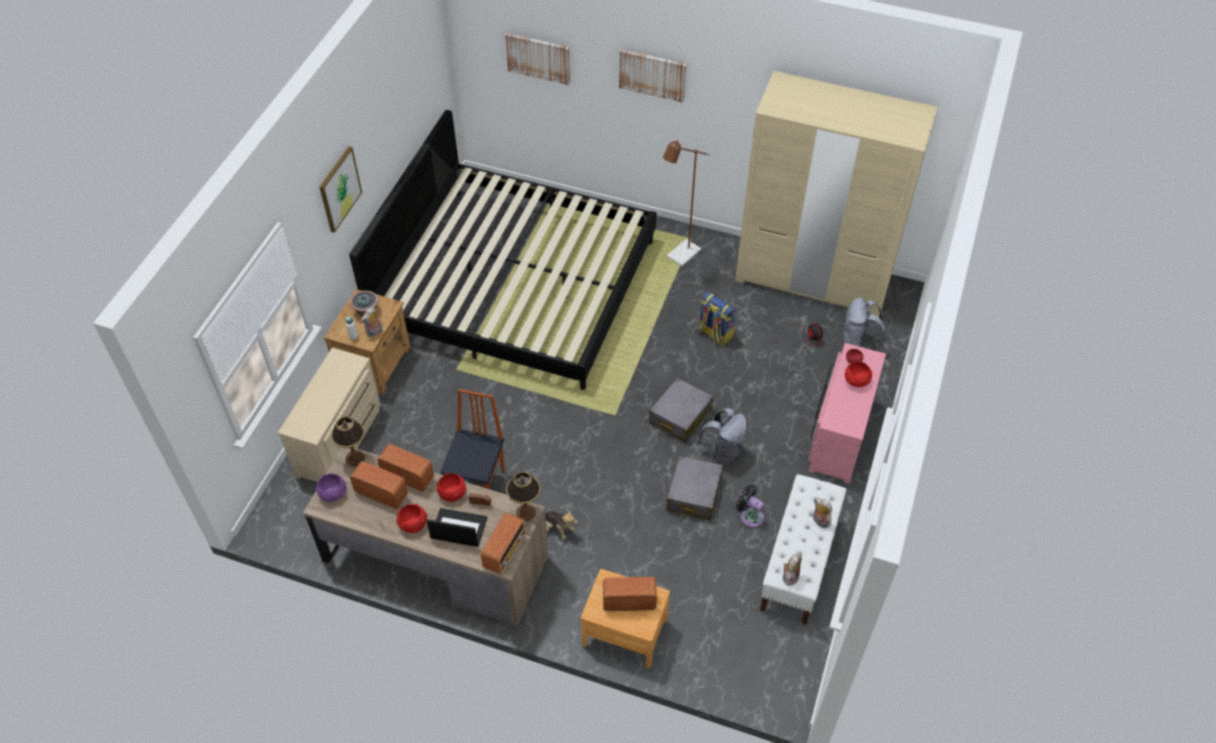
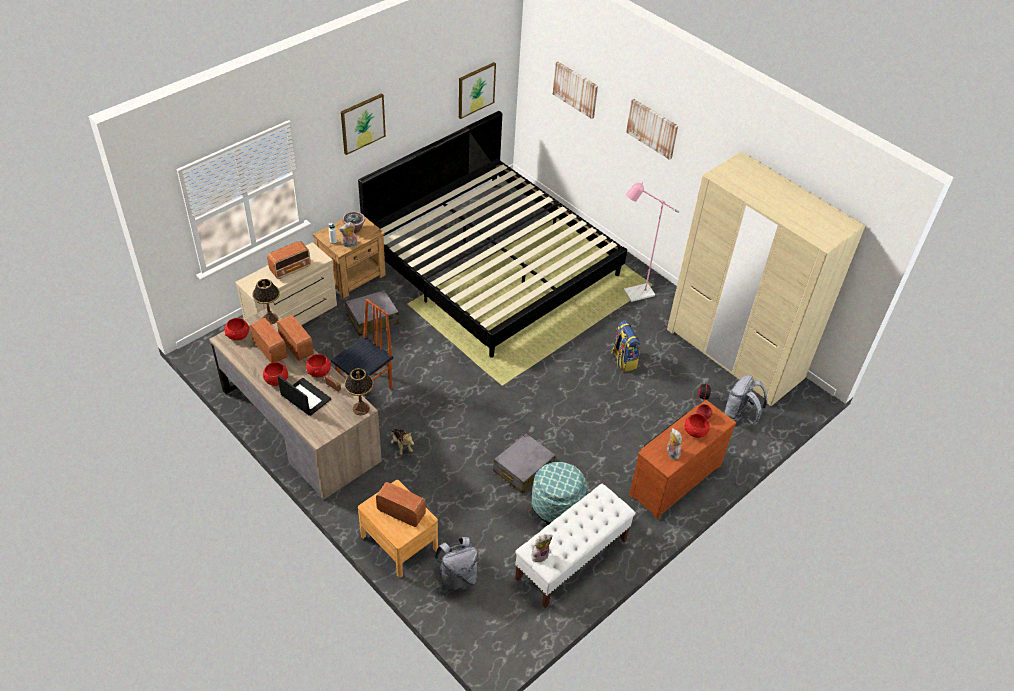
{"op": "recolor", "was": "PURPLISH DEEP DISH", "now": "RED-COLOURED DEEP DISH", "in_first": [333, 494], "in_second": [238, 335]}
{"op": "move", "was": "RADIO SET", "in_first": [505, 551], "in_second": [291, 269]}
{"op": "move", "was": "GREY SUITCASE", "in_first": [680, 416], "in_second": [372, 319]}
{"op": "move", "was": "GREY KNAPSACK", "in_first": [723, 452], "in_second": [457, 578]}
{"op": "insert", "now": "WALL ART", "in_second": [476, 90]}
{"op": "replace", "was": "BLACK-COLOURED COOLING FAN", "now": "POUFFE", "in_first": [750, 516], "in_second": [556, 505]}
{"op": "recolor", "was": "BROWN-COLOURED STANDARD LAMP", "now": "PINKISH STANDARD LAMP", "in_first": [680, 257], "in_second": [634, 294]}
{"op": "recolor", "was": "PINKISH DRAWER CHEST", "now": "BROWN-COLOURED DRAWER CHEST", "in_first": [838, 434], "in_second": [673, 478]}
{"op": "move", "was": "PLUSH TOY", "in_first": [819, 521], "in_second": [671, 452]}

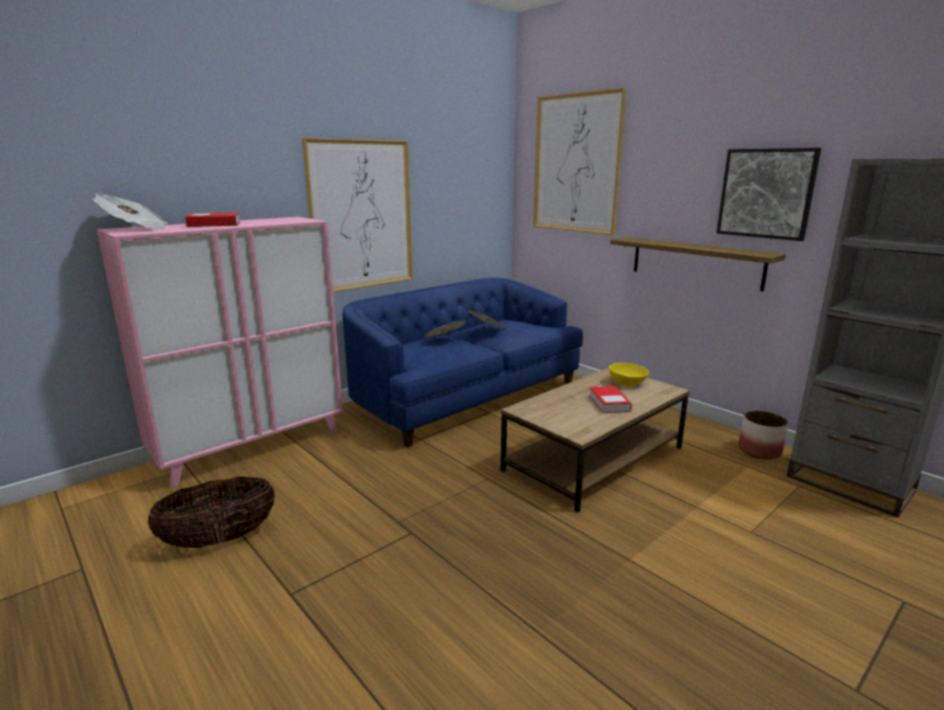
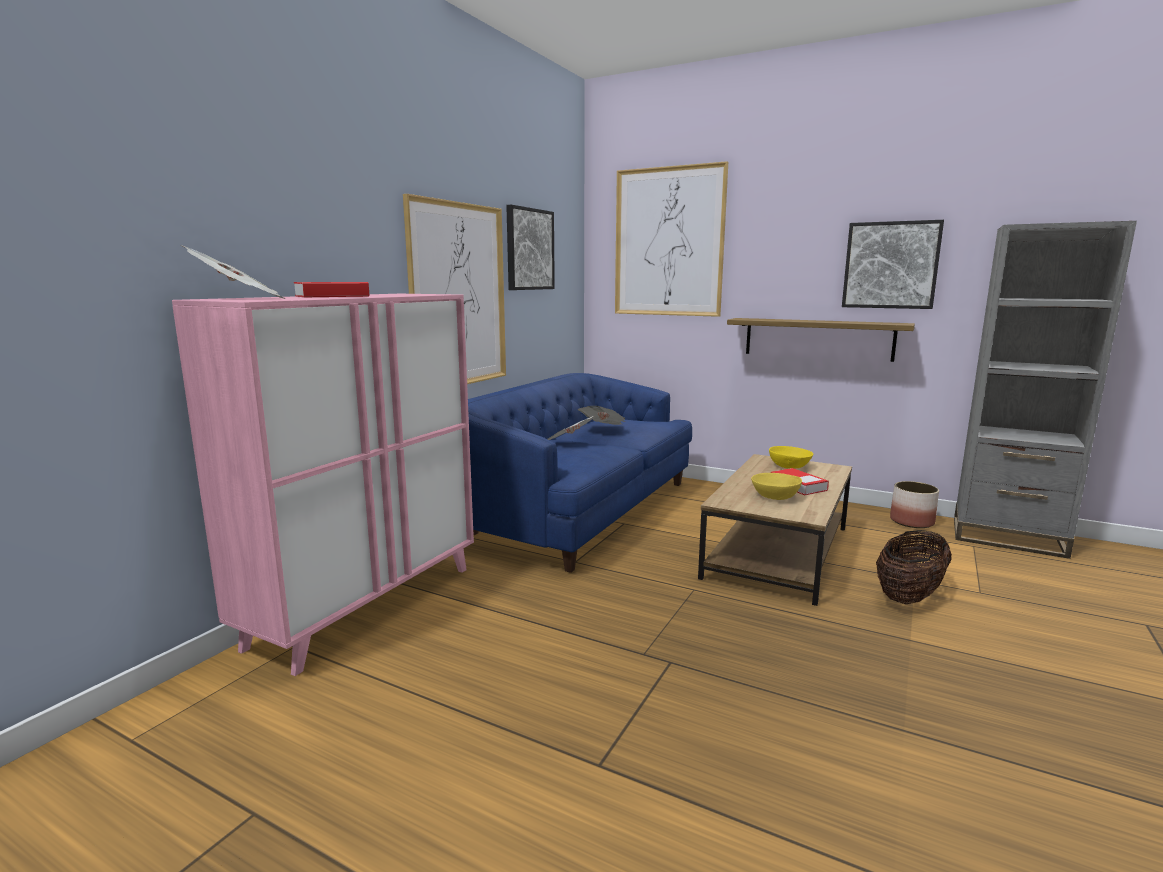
{"op": "insert", "now": "WALL ART", "in_second": [529, 249]}
{"op": "insert", "now": "YELLOWISH DEEP DISH", "in_second": [774, 496]}
{"op": "move", "was": "BASKET", "in_first": [219, 539], "in_second": [909, 595]}

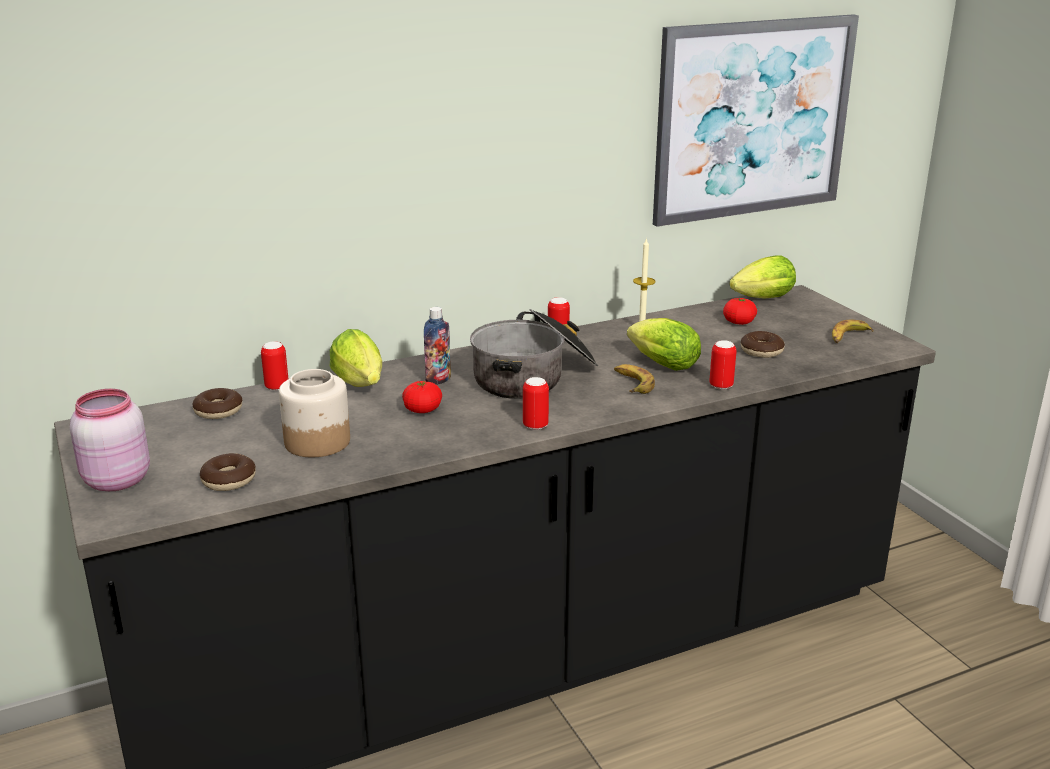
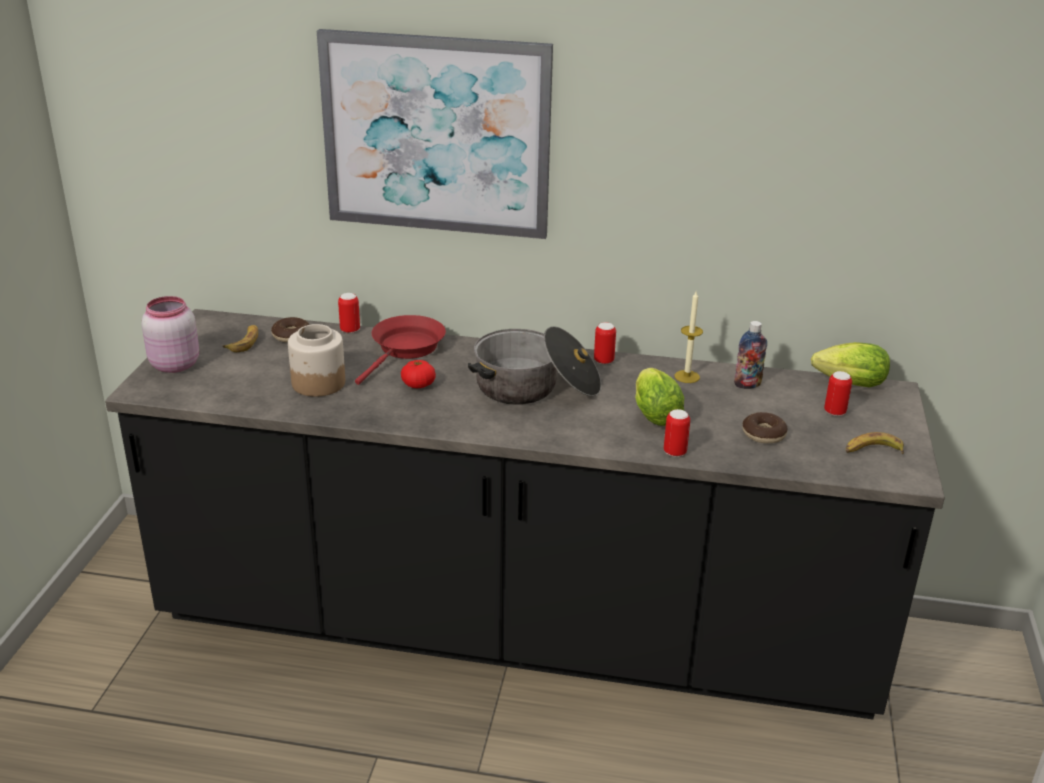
{"op": "move", "was": "BANANA FRUIT", "in_first": [632, 383], "in_second": [244, 342]}
{"op": "move", "was": "WALL ART", "in_first": [753, 119], "in_second": [436, 135]}
{"op": "replace", "was": "LETTUCE", "now": "RED-COLOURED FRYING PAN", "in_first": [361, 385], "in_second": [405, 349]}
{"op": "move", "was": "BEVERAGE BOTTLE", "in_first": [438, 380], "in_second": [747, 384]}
{"op": "move", "was": "CAN", "in_first": [535, 426], "in_second": [834, 412]}
{"op": "delete", "was": "DOUGHNUT", "in_first": [229, 480]}
{"op": "delete", "was": "FRESH TOMATO", "in_first": [739, 322]}

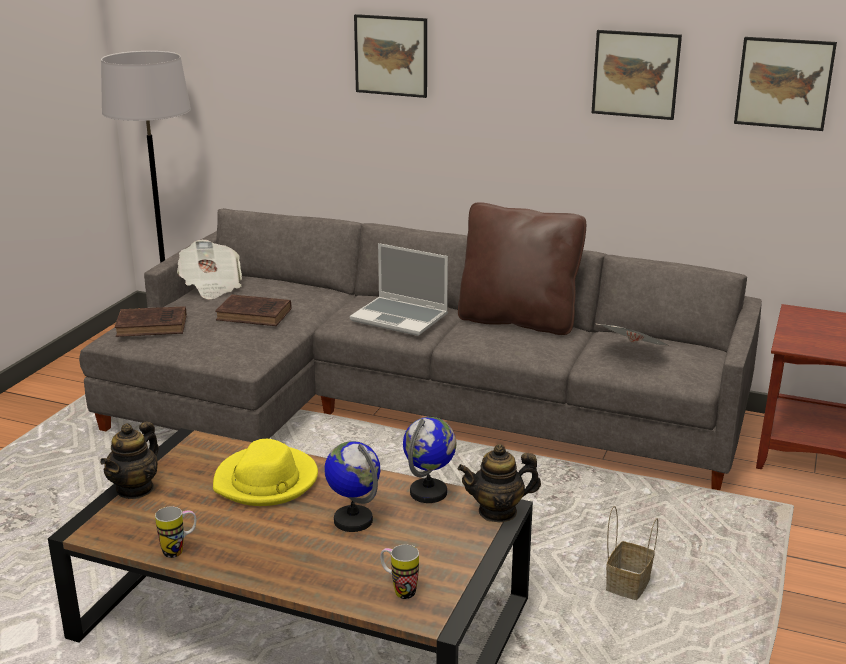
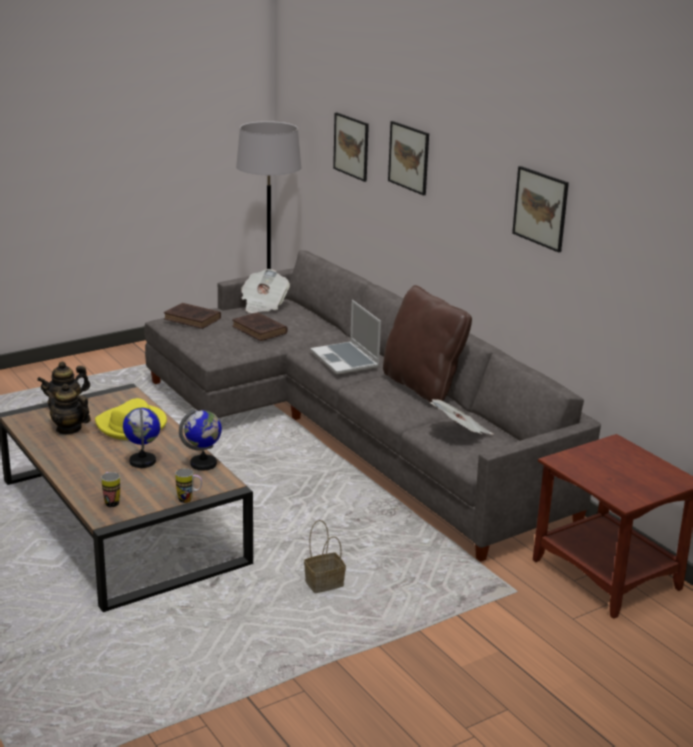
{"op": "move", "was": "POT FOR TEA", "in_first": [498, 511], "in_second": [69, 429]}
{"op": "move", "was": "TEA MUG", "in_first": [179, 550], "in_second": [189, 500]}
{"op": "move", "was": "WALL ART", "in_first": [784, 83], "in_second": [351, 146]}

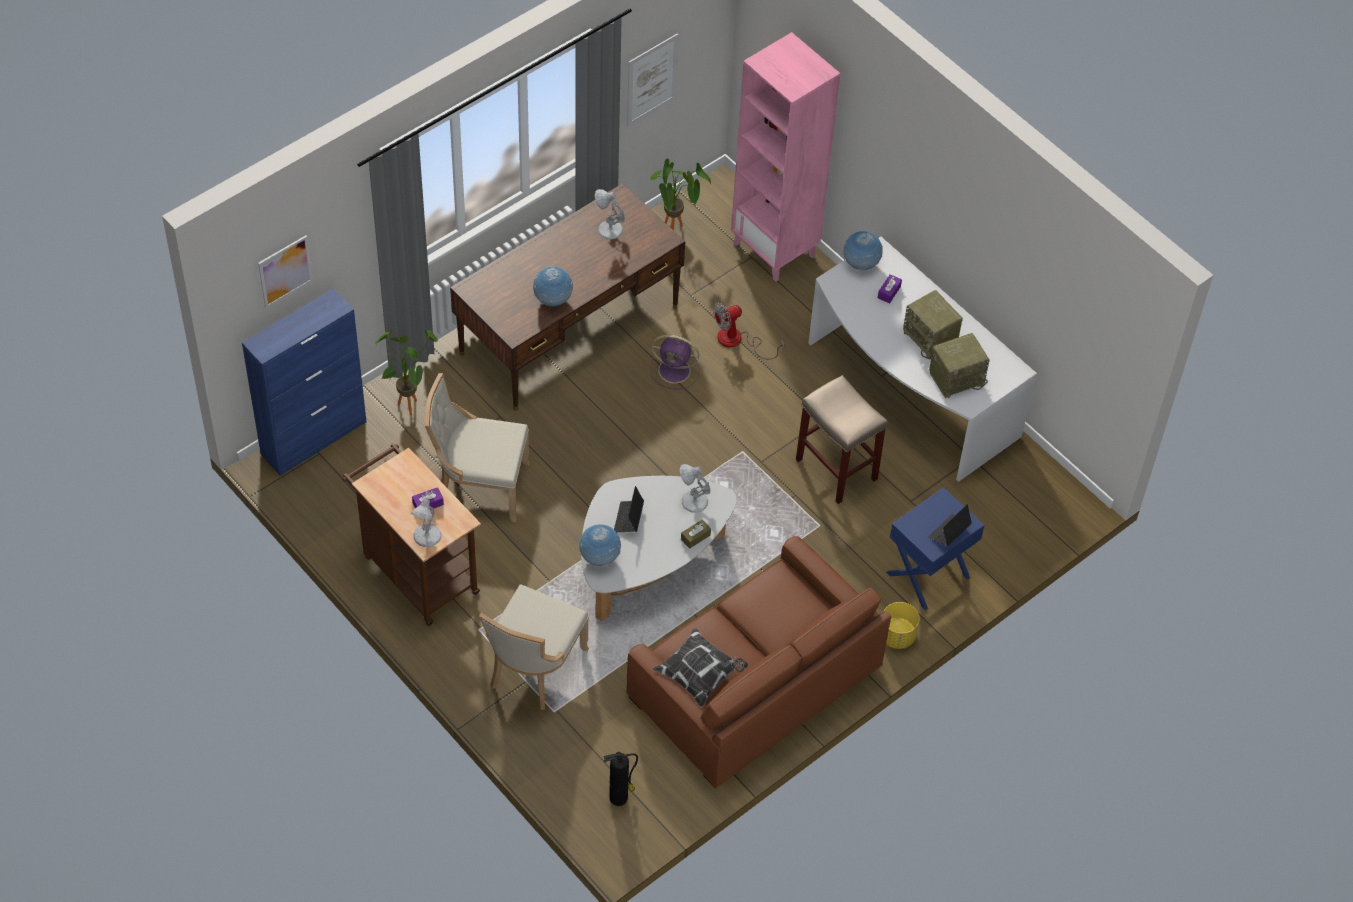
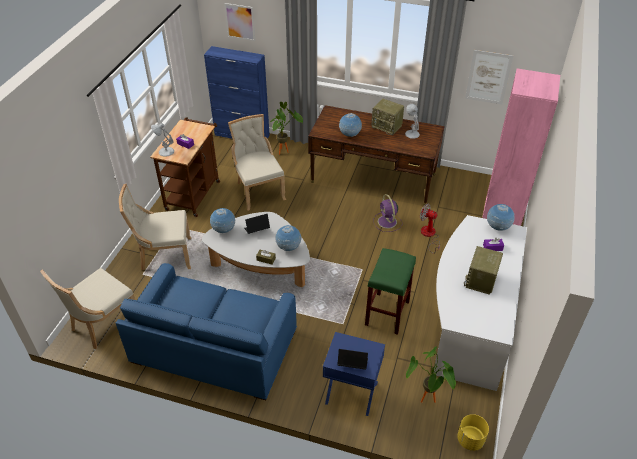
{"op": "replace", "was": "EXTINGUISHER", "now": "SAND-COLOURED UPRIGHT CHAIR", "in_first": [619, 797], "in_second": [102, 324]}
{"op": "recolor", "was": "BROWN-COLOURED COUCH", "now": "BLUE COUCH", "in_first": [754, 683], "in_second": [213, 346]}
{"op": "replace", "was": "WHITE TABLETOP LAMP", "now": "DESK GLOBE", "in_first": [693, 501], "in_second": [288, 248]}
{"op": "recolor", "was": "SAND-COLOURED STOOL", "now": "GREEN-COLOURED STOOL", "in_first": [835, 469], "in_second": [387, 312]}
{"op": "move", "was": "RADIO SET", "in_first": [956, 378], "in_second": [387, 126]}
{"op": "move", "was": "PLANT IN A POT", "in_first": [676, 231], "in_second": [427, 402]}
{"op": "move", "was": "YELLOWISH FLOWER POT", "in_first": [897, 636], "in_second": [470, 440]}
{"op": "delete", "was": "PILLOW", "in_first": [700, 675]}

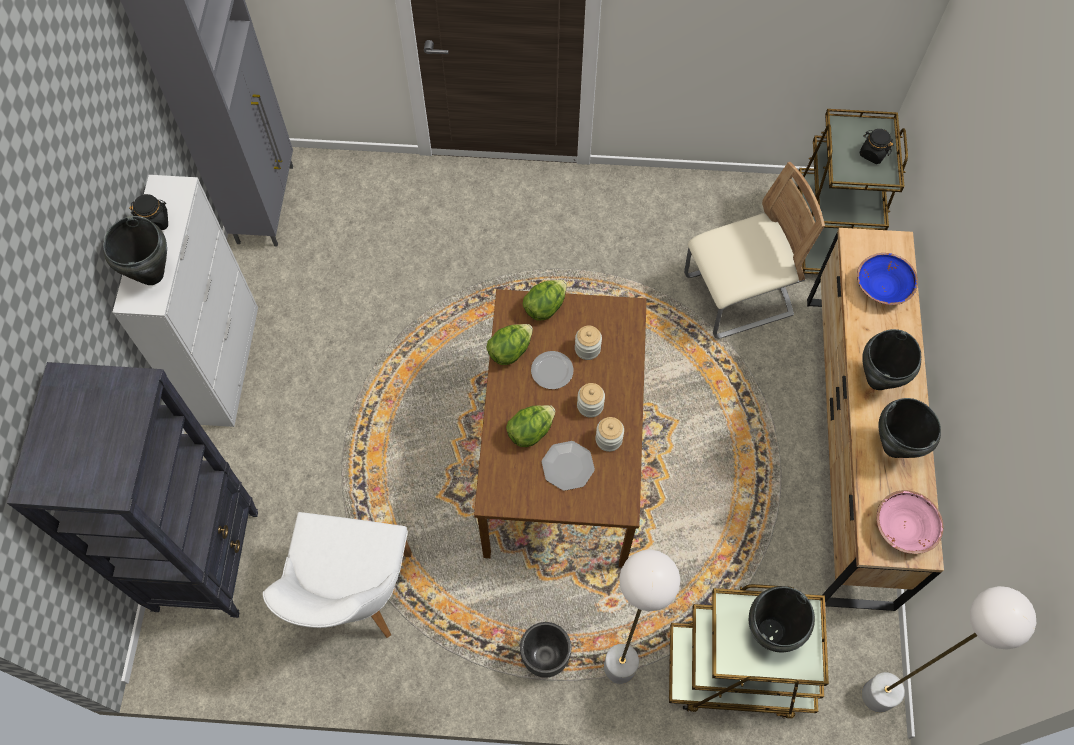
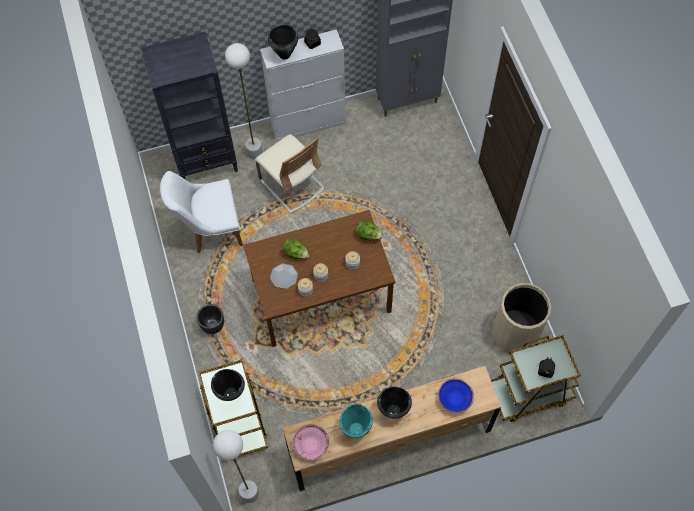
{"op": "move", "was": "WHITE STANDARD LAMP", "in_first": [620, 667], "in_second": [254, 152]}
{"op": "move", "was": "SAND-COLOURED UPRIGHT CHAIR", "in_first": [737, 296], "in_second": [292, 184]}
{"op": "recolor", "was": "BLACK-COLOURED STOCKPOT", "now": "TURQUOISE STOCKPOT", "in_first": [894, 446], "in_second": [356, 429]}
{"op": "insert", "now": "SAND-COLOURED RUBBISH BIN", "in_second": [515, 333]}
{"op": "delete", "was": "LETTUCE", "in_first": [510, 350]}
{"op": "delete", "was": "FLAT DISH", "in_first": [552, 371]}

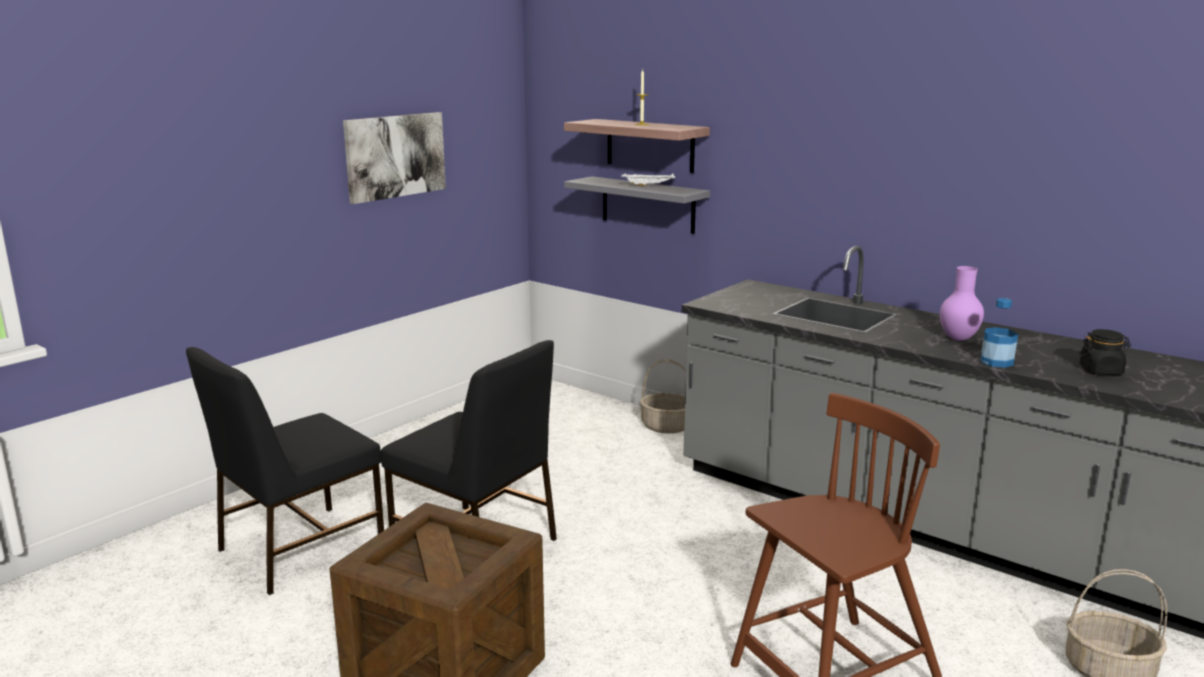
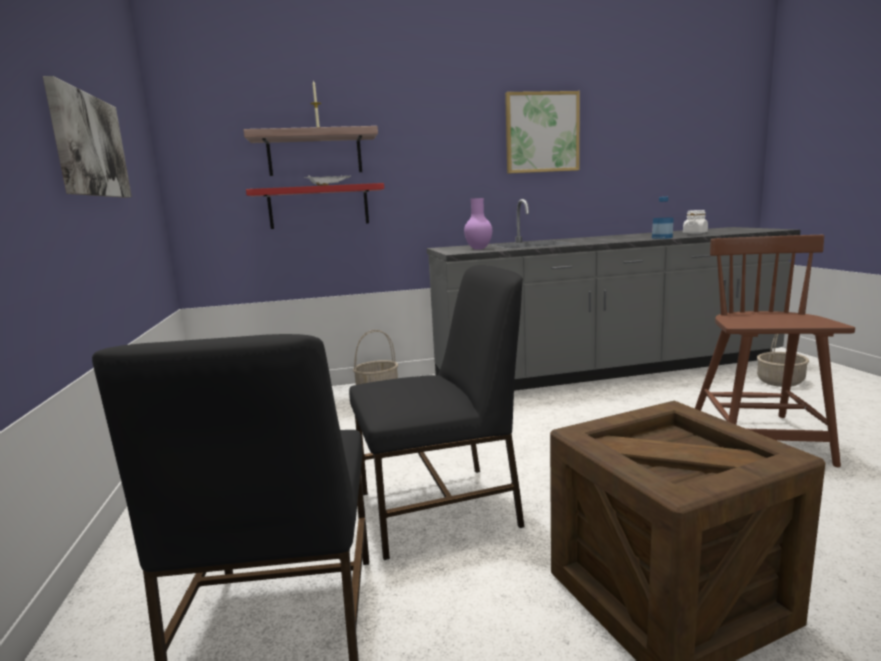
{"op": "recolor", "was": "GREY WALL SHELF", "now": "RED-COLOURED WALL SHELF", "in_first": [648, 204], "in_second": [318, 206]}
{"op": "move", "was": "PURPLISH FLOWER VASE", "in_first": [959, 339], "in_second": [479, 249]}
{"op": "insert", "now": "WALL ART", "in_second": [542, 132]}
{"op": "recolor", "was": "BLACK-COLOURED PRESERVE JAR", "now": "WHITE PRESERVE JAR", "in_first": [1101, 371], "in_second": [695, 233]}

